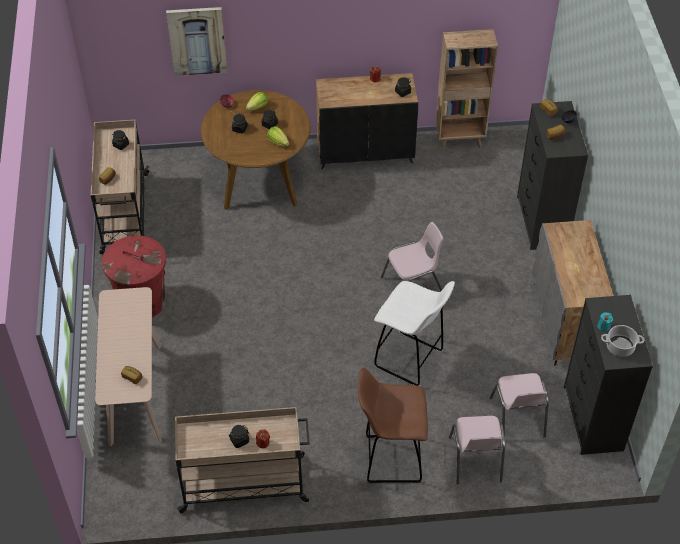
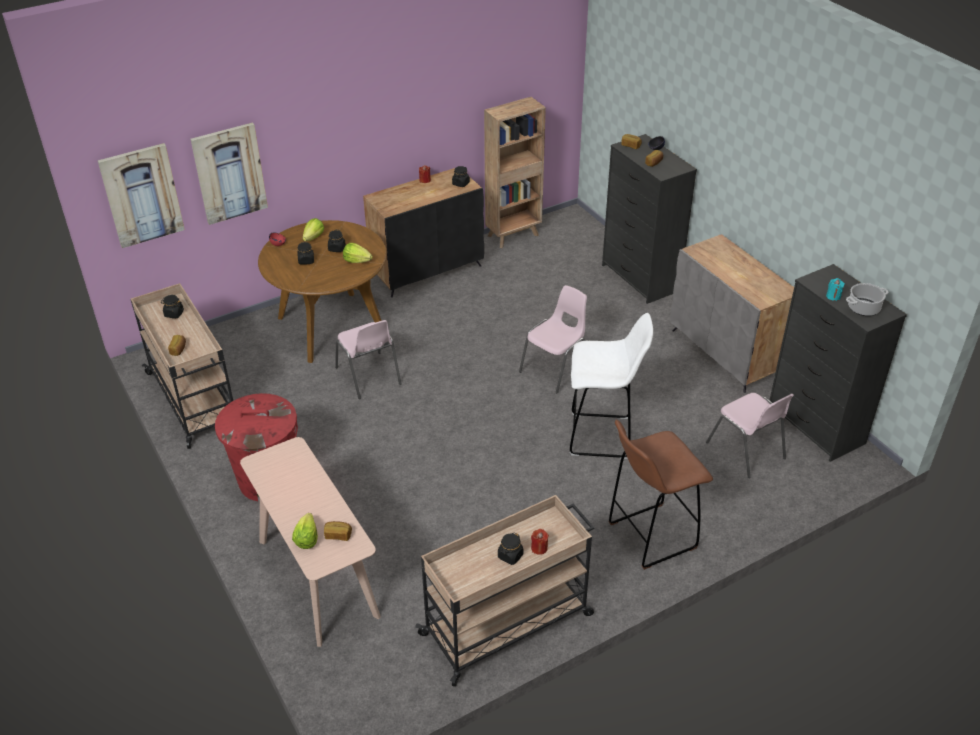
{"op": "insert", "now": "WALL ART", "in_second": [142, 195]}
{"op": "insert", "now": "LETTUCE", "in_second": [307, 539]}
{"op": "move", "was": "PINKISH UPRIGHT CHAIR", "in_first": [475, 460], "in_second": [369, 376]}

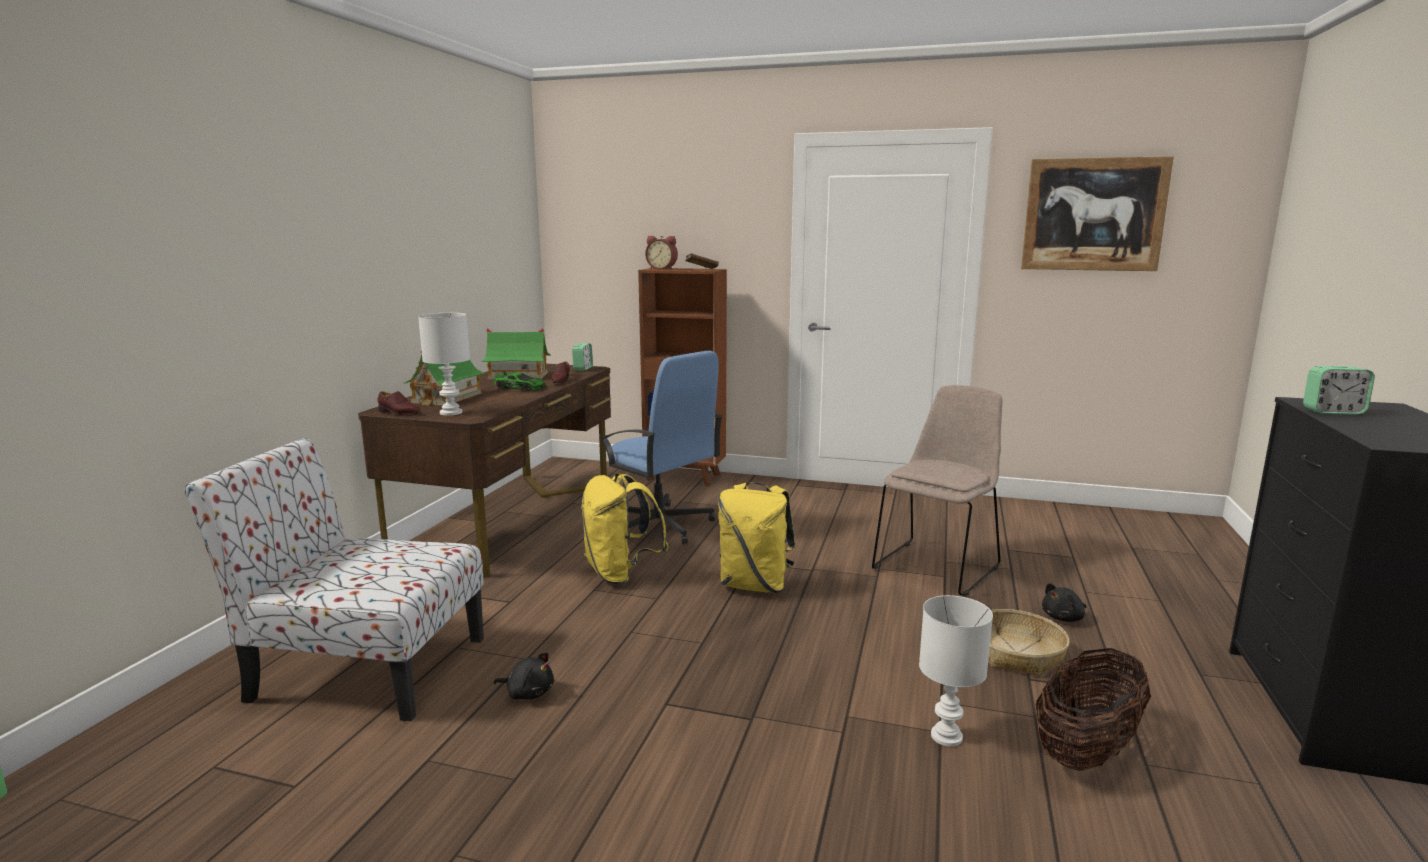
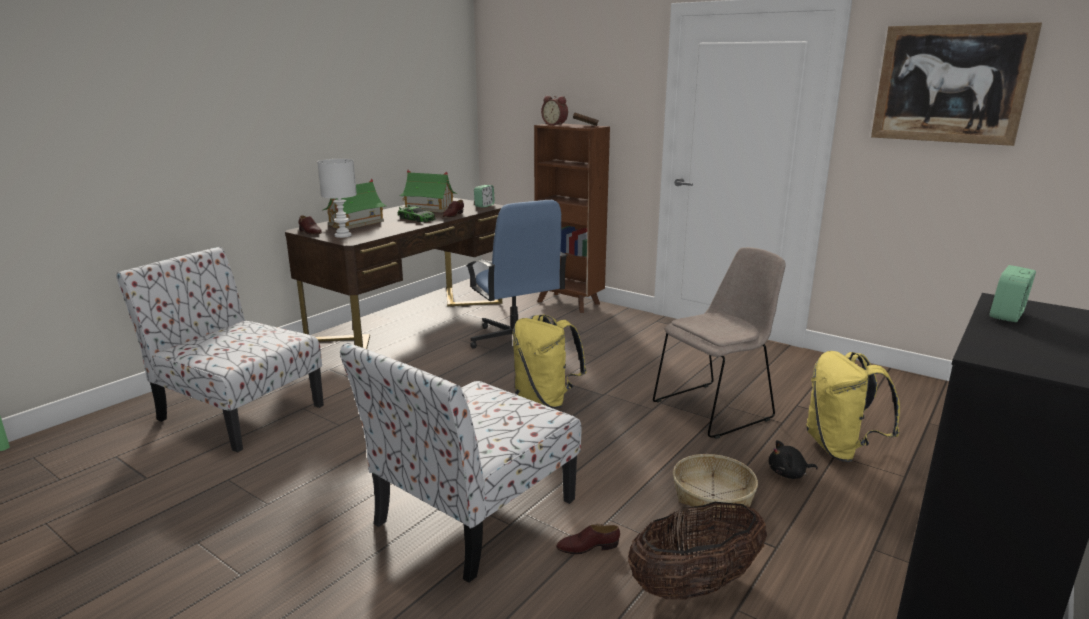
{"op": "insert", "now": "UPRIGHT CHAIR", "in_second": [472, 514]}
{"op": "replace", "was": "WHITE TABLETOP LAMP", "now": "BROWN-COLOURED SHOE", "in_first": [948, 737], "in_second": [587, 547]}
{"op": "move", "was": "YELLOWISH KNAPSACK", "in_first": [621, 574], "in_second": [840, 449]}
{"op": "rotate", "was": "TABLE CLOCK", "in_first": [1333, 411], "in_second": [1007, 315], "clockwise": 105}
{"op": "delete", "was": "BLACK-COLOURED PLUSH TOY", "in_first": [528, 693]}

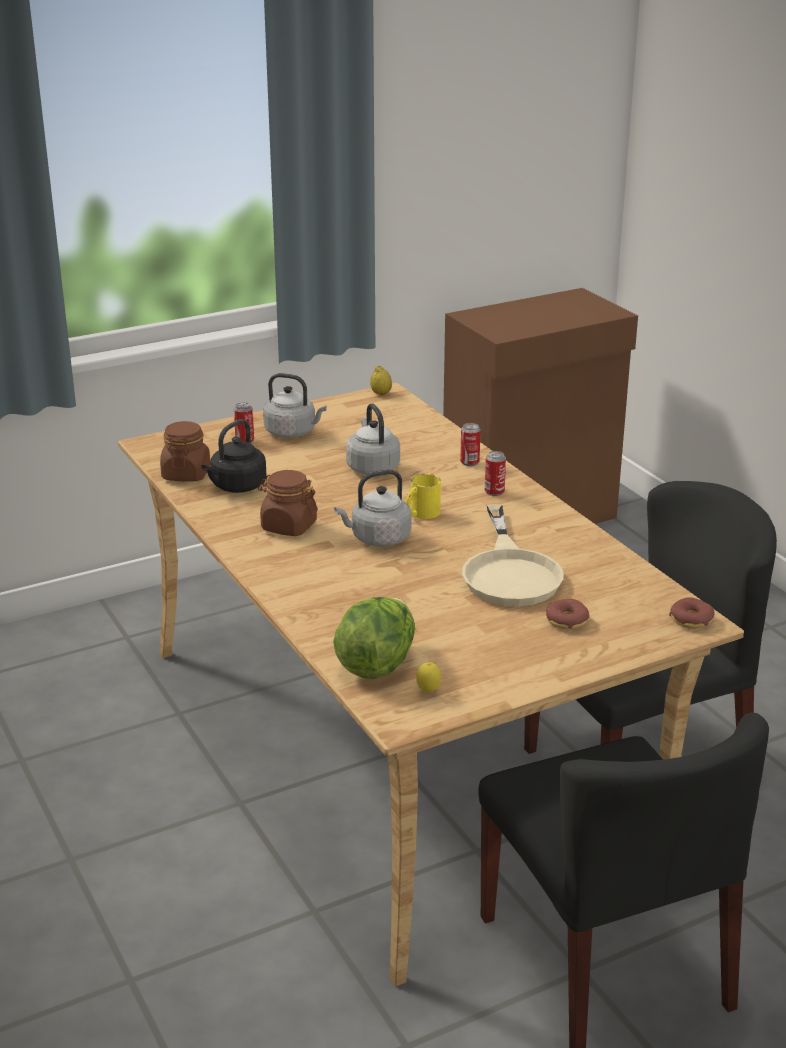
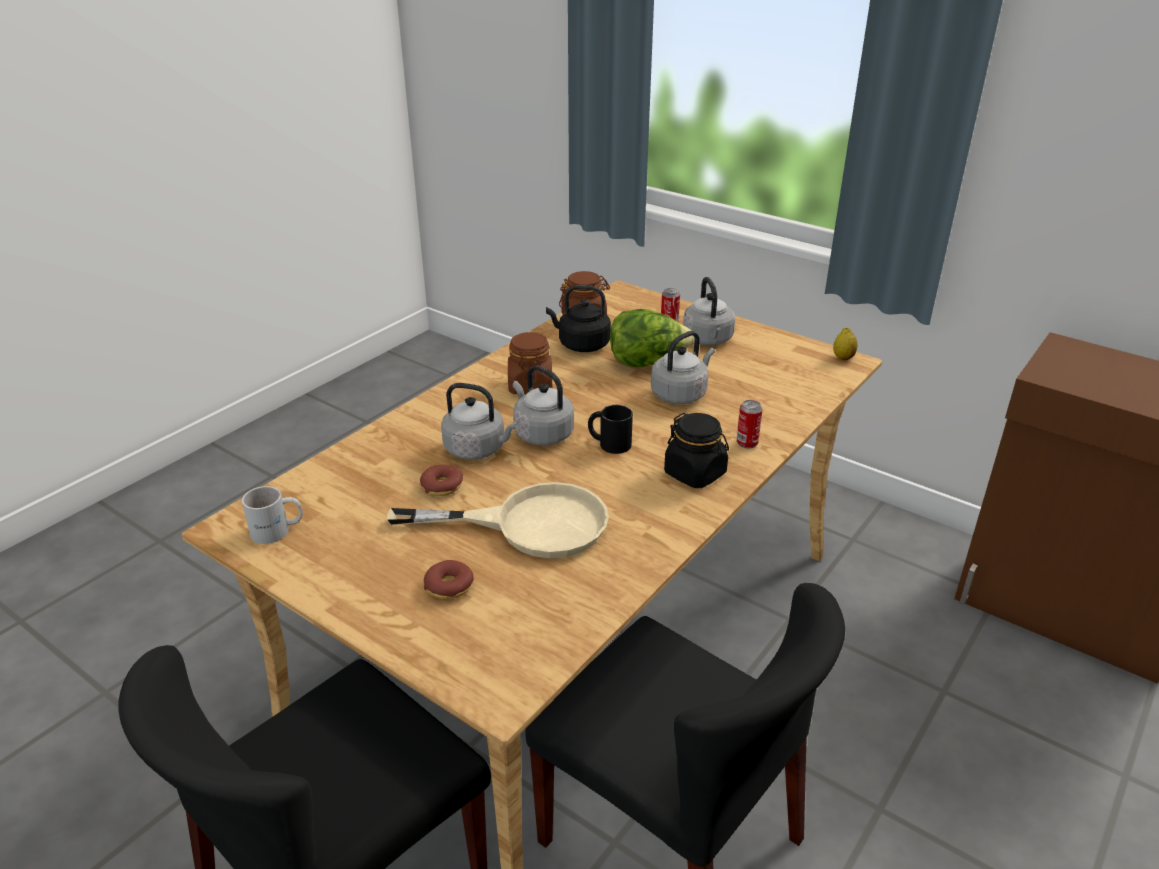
{"op": "replace", "was": "LEMON", "now": "WHITE TEA MUG", "in_first": [428, 692], "in_second": [277, 531]}
{"op": "rotate", "was": "SAND-COLOURED FRYING PAN", "in_first": [510, 571], "in_second": [529, 524], "clockwise": -150}
{"op": "move", "was": "DOUGHNUT", "in_first": [691, 620], "in_second": [442, 486]}
{"op": "insert", "now": "GREY WATER KETTLE", "in_second": [478, 449]}
{"op": "recolor", "was": "YELLOWISH TEA MUG", "now": "BLACK-COLOURED TEA MUG", "in_first": [421, 514], "in_second": [609, 443]}
{"op": "move", "was": "LETTUCE", "in_first": [377, 663], "in_second": [647, 363]}
{"op": "replace", "was": "CAN", "now": "BLACK-COLOURED PRESERVE JAR", "in_first": [494, 492], "in_second": [695, 473]}

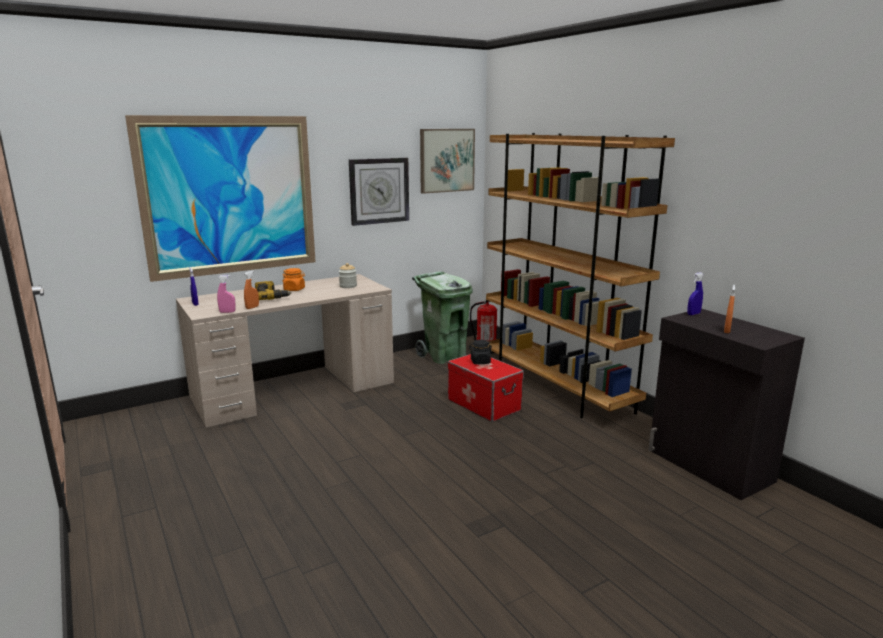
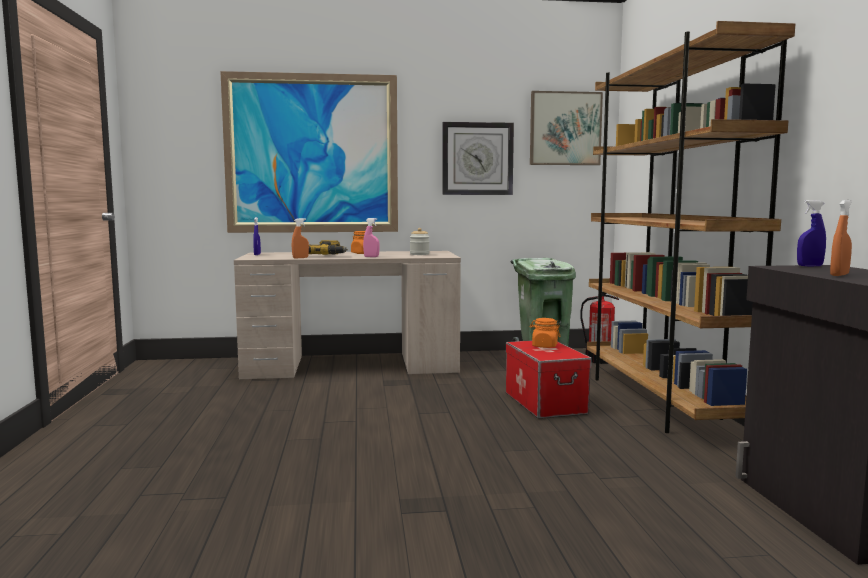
{"op": "move", "was": "PINKISH SPRAY BOTTLE", "in_first": [227, 312], "in_second": [371, 257]}
{"op": "recolor", "was": "BLACK-COLOURED PRESERVE JAR", "now": "ORANGE-COLOURED PRESERVE JAR", "in_first": [480, 362], "in_second": [544, 346]}

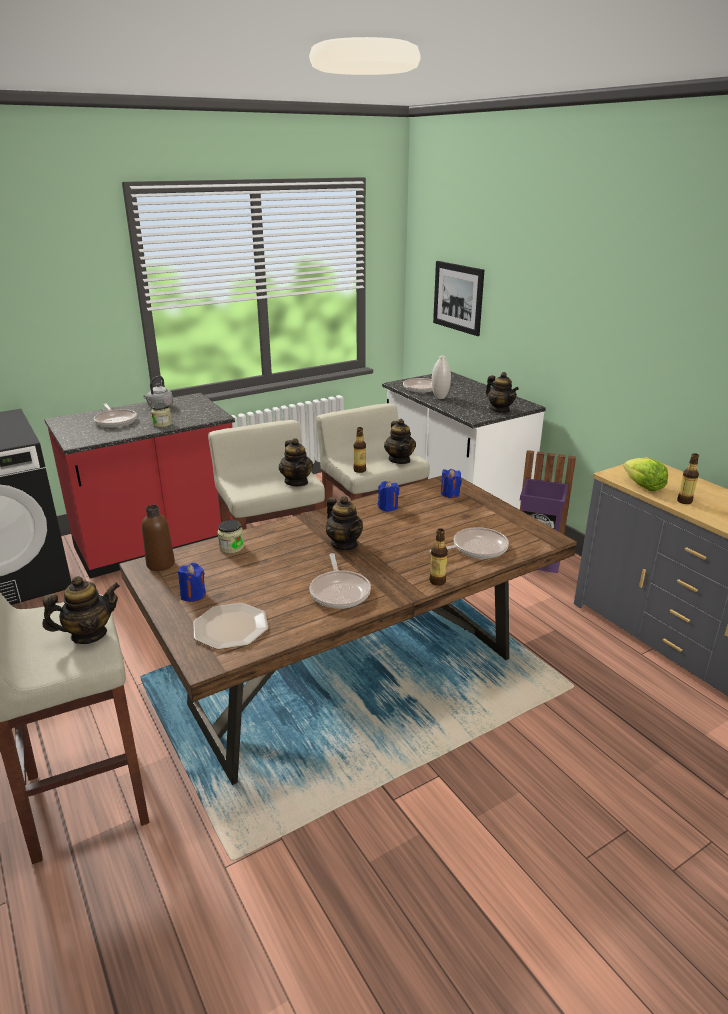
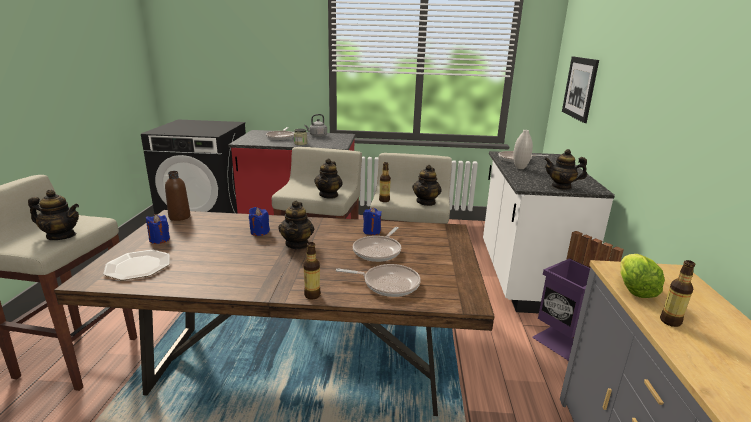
{"op": "move", "was": "BLUE WAX LIGHT", "in_first": [450, 494], "in_second": [259, 232]}
{"op": "move", "was": "FRYING PAN", "in_first": [340, 591], "in_second": [378, 251]}
{"op": "rotate", "was": "POT FOR TEA", "in_first": [500, 410], "in_second": [561, 186], "clockwise": 105}
{"op": "delete", "was": "PRESERVE JAR", "in_first": [231, 547]}

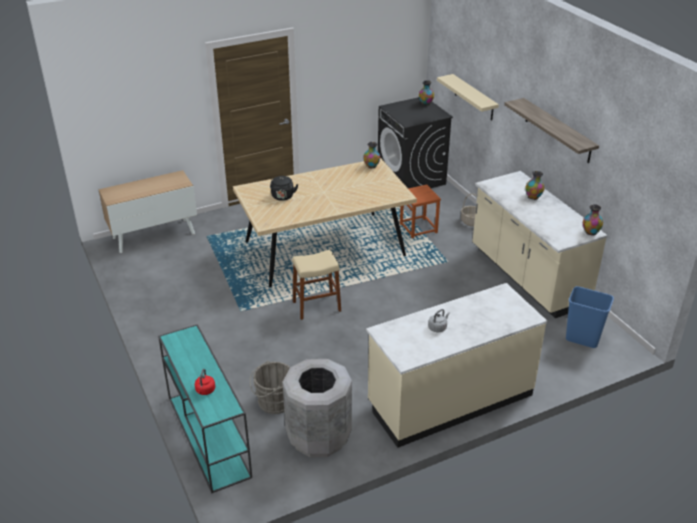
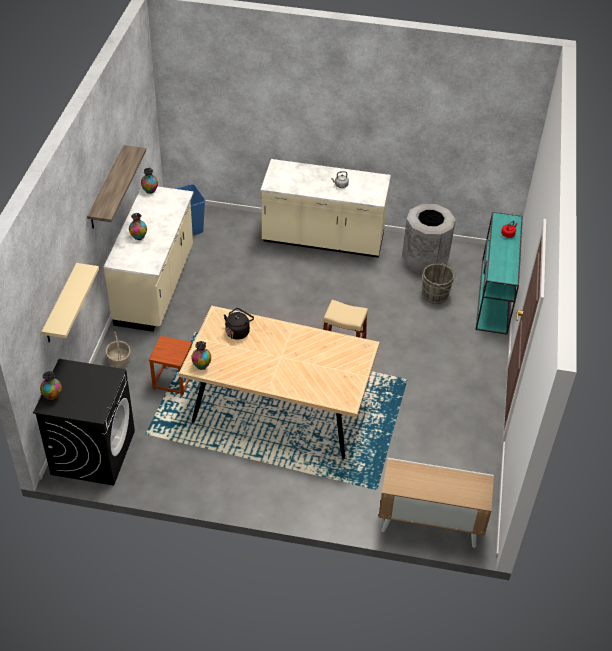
{"op": "move", "was": "BLACK-COLOURED WATER KETTLE", "in_first": [282, 197], "in_second": [238, 331]}

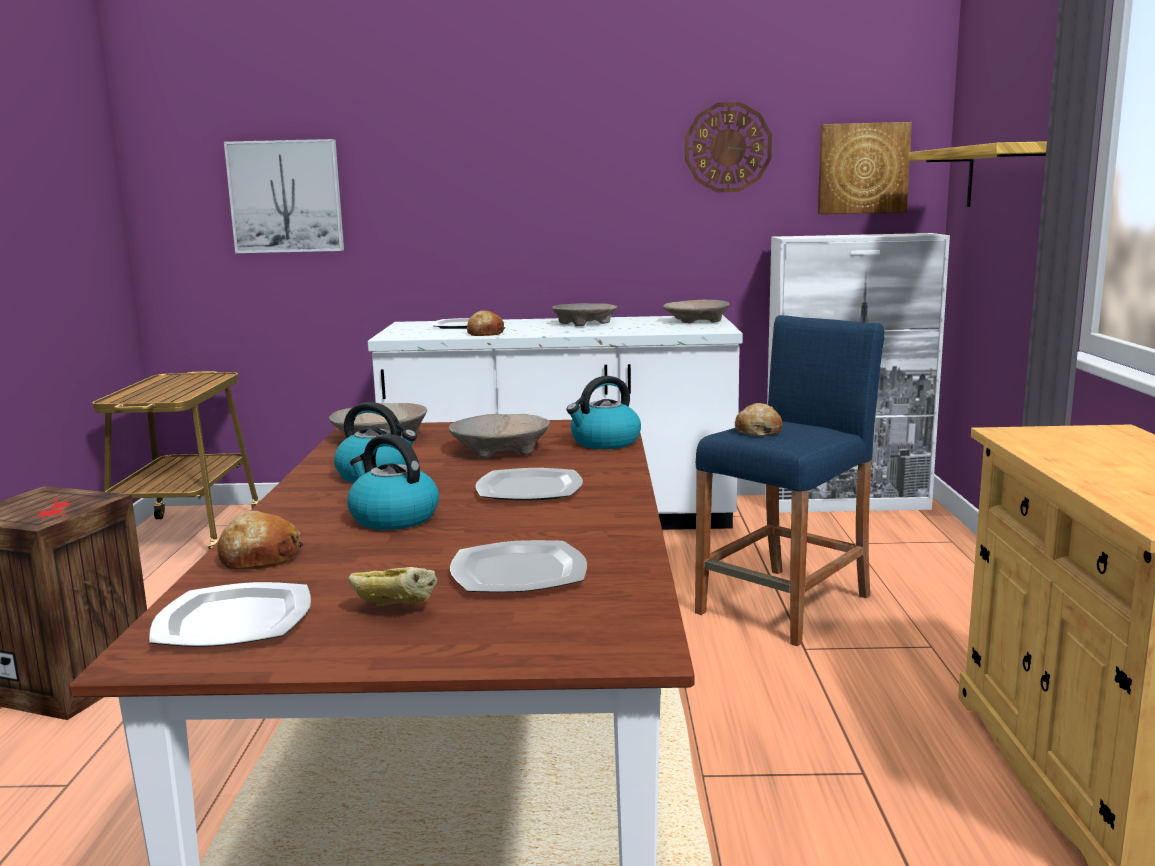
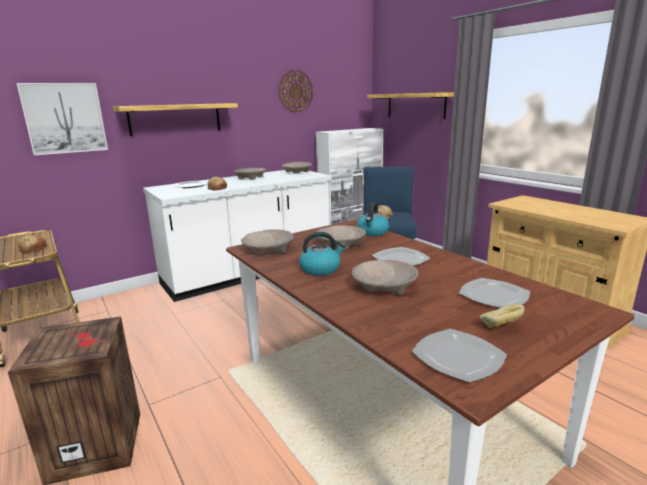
{"op": "move", "was": "BAKED BREAD", "in_first": [260, 557], "in_second": [33, 249]}
{"op": "insert", "now": "WALL SHELF", "in_second": [175, 119]}
{"op": "replace", "was": "WATER KETTLE", "now": "SAND-COLOURED DEEP DISH", "in_first": [392, 518], "in_second": [384, 287]}
{"op": "delete", "was": "WALL ART", "in_first": [862, 168]}

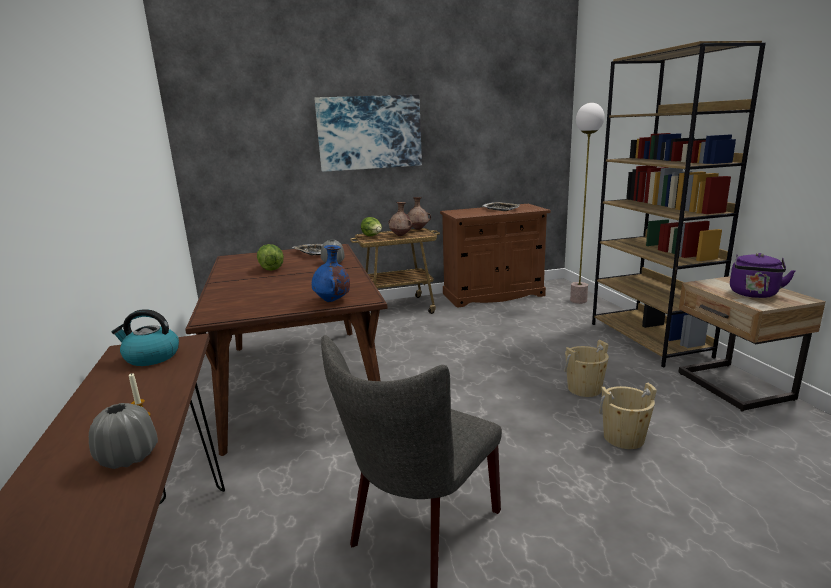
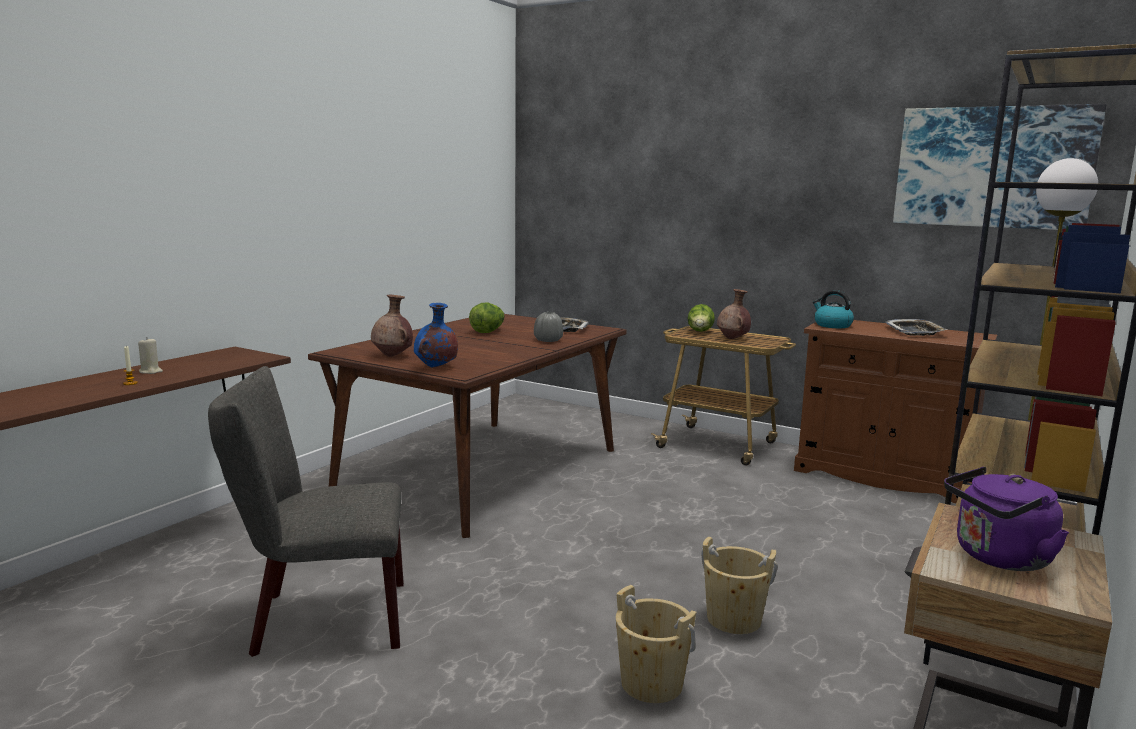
{"op": "insert", "now": "SAND-COLOURED WAX LIGHT", "in_second": [150, 371]}
{"op": "move", "was": "BROWN-COLOURED FLOWER VASE", "in_first": [418, 229], "in_second": [393, 356]}
{"op": "move", "was": "WATER KETTLE", "in_first": [151, 357], "in_second": [832, 325]}
{"op": "move", "was": "WALL ART", "in_first": [369, 133], "in_second": [992, 167]}
{"op": "delete", "was": "GREY FLOWER VASE", "in_first": [128, 457]}

